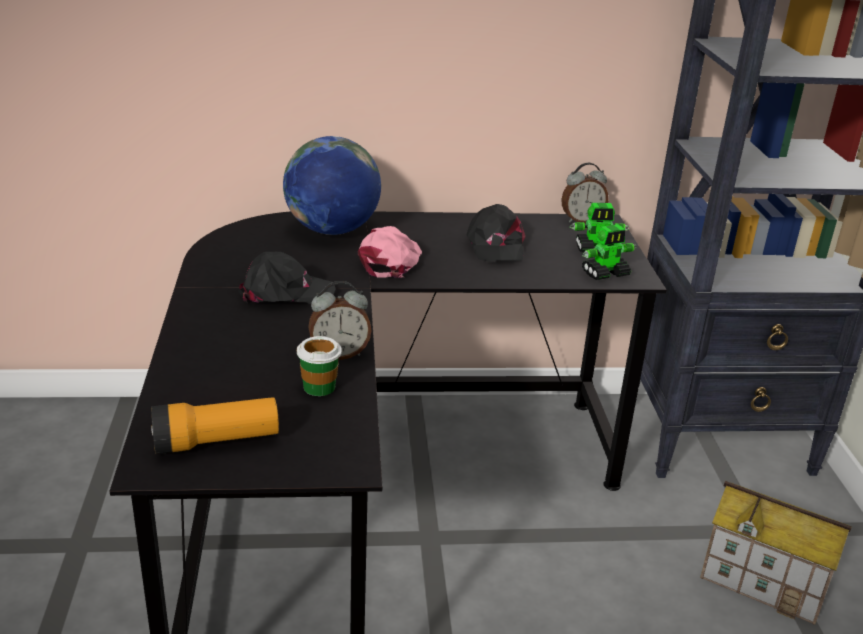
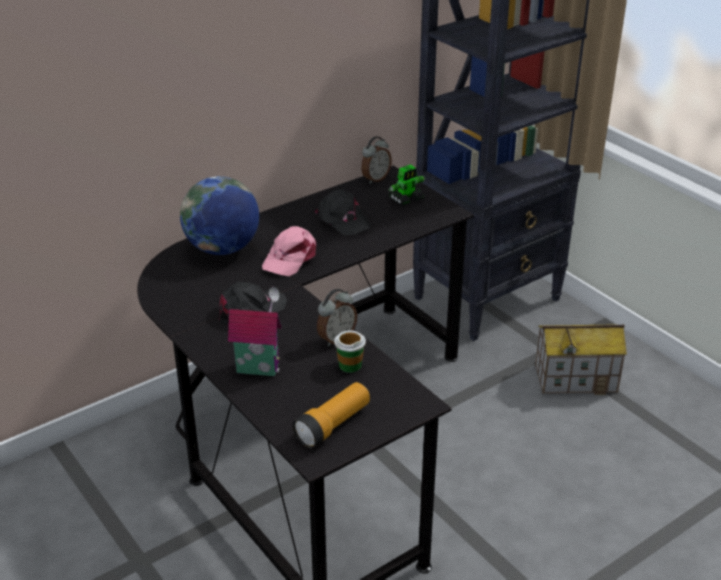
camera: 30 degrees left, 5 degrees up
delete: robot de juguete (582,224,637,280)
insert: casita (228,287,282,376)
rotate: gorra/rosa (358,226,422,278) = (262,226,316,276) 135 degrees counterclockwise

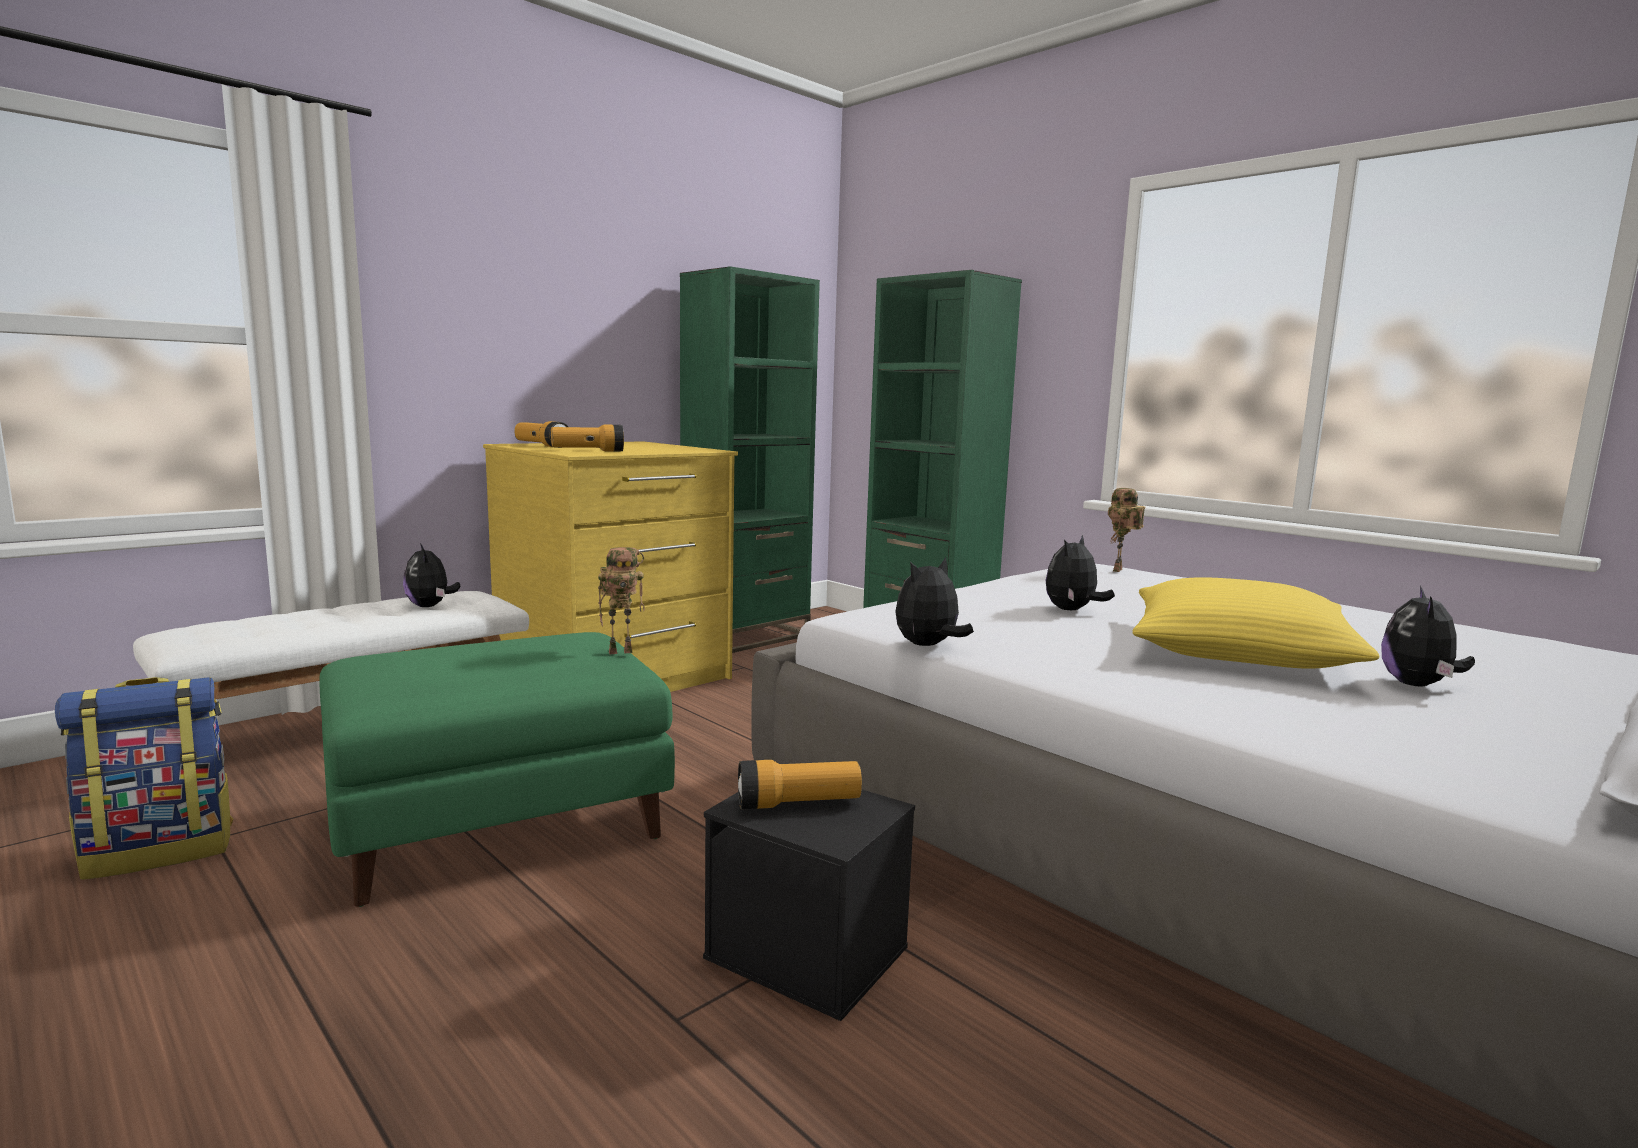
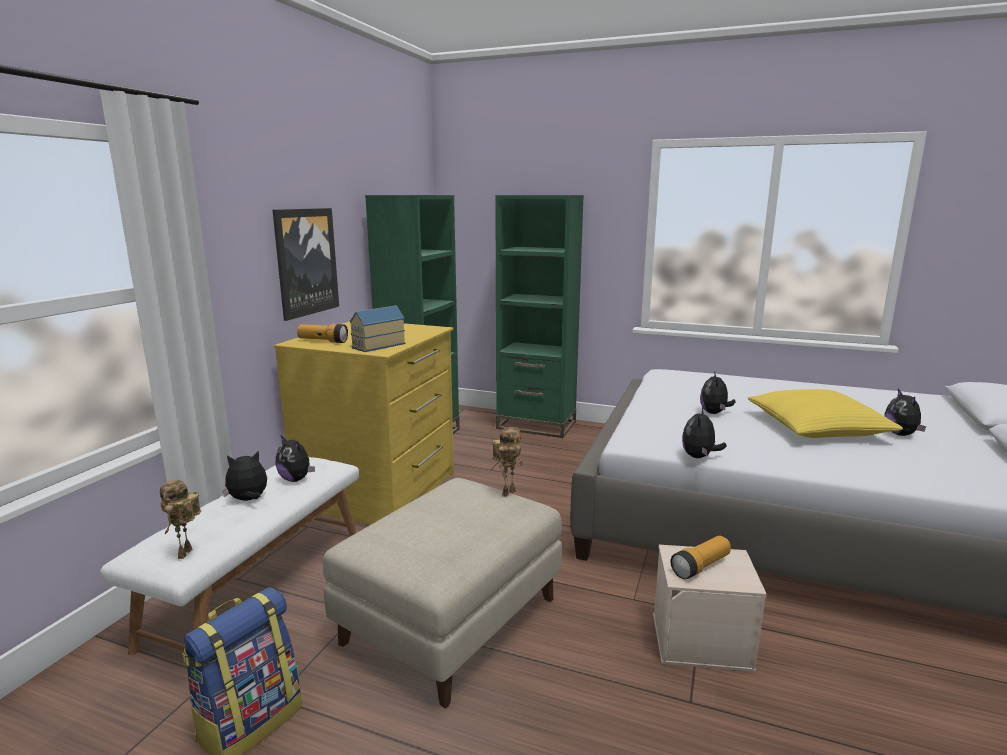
camera: 25 degrees left, 5 degrees up
insert: peluche (222,451,267,501); cuadro (273,208,339,321)
move: robot de juguete (1108,488,1145,572) to (160,480,201,559)
replace: linterna (551,425,624,451) to casita (350,305,406,352)
recolor: puf/verde (319,632,675,907) to puf/beis (323,478,562,708); caja de almacenaje/negro (703,789,915,1021) to caja de almacenaje/beis (653,545,767,672)

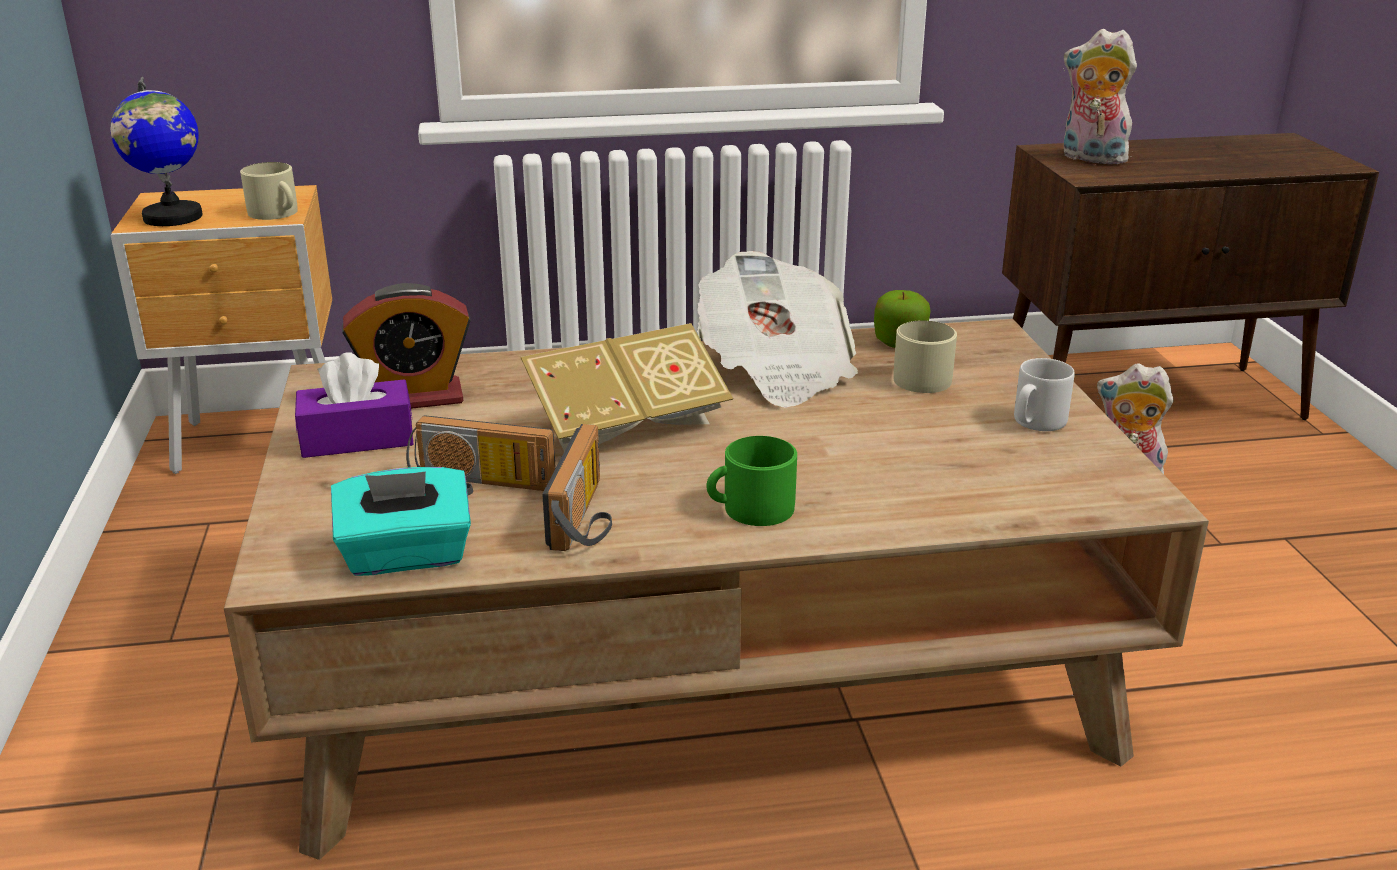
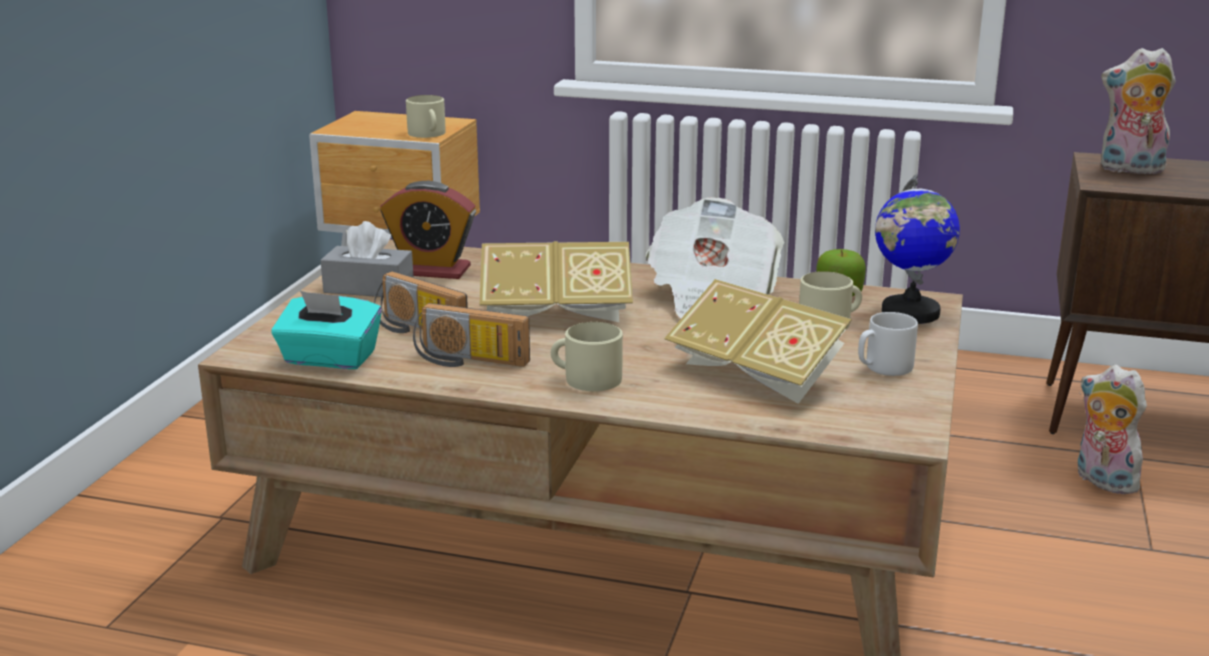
camera: 25 degrees right, 5 degrees down
insert: libro (664,279,852,404)
move: globo terráqueo (110,77,202,226) to (875,174,960,324)
recolor: caja de pañuelos/morado (295,352,413,458) to caja de pañuelos/gris (321,221,414,297); taza grande/verde (706,436,797,526) to taza grande/beis (551,322,623,391)
rotate: radio (542,424,612,551) = (413,303,530,367) 75 degrees clockwise; peluche (1063,29,1137,164) = (1101,48,1176,174) 45 degrees counterclockwise

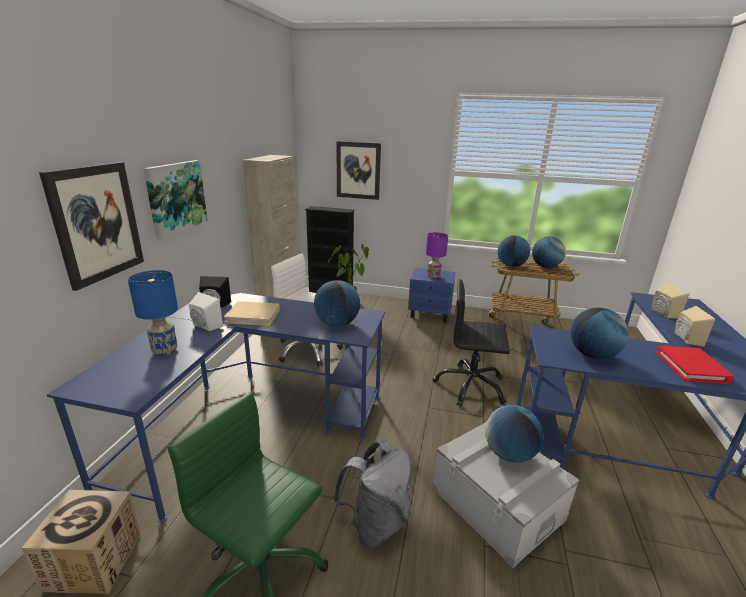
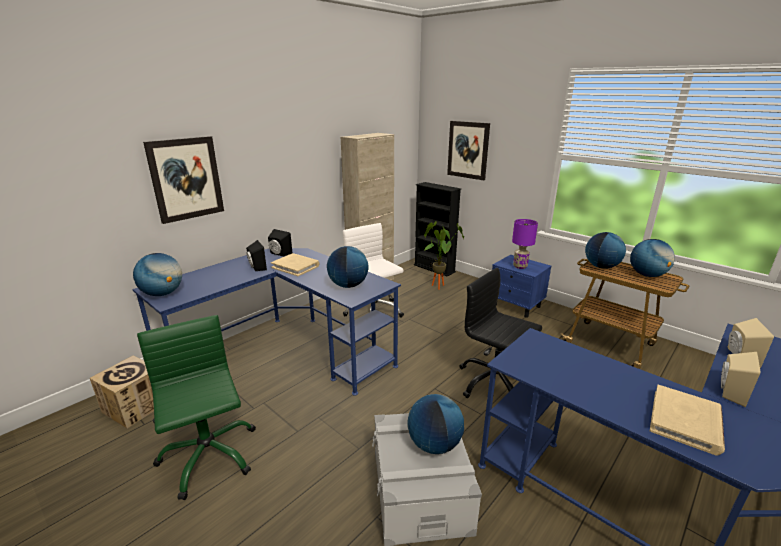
camera: 30 degrees right, 0 degrees up
delete: lámpara de mesa/azul (128,270,178,356); cuadro (143,160,208,240); mochila/gris (333,441,412,548)
move: globo terráqueo (570,308,628,359) to (133,253,182,296)
recolor: altavoz/blanco (189,292,223,331) to altavoz/negro (246,240,267,271); libro/rojo (655,345,734,384) to libro/beis (650,385,725,455)

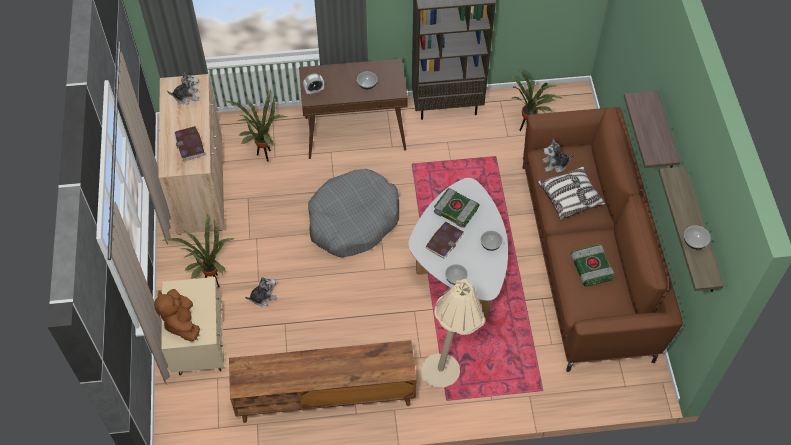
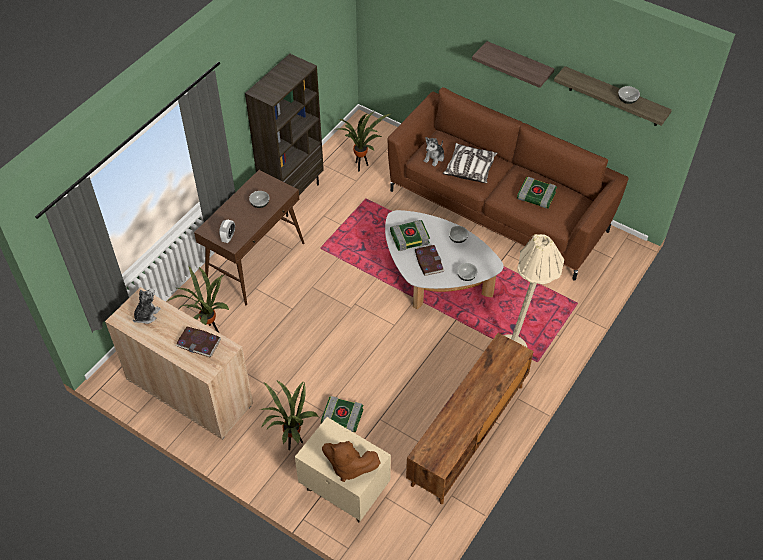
camera: 50 degrees left, 5 degrees down
delete: cama para perro/gris (308,169,399,257)
replace: peluche (245,277,277,306) to libro (321,396,364,432)

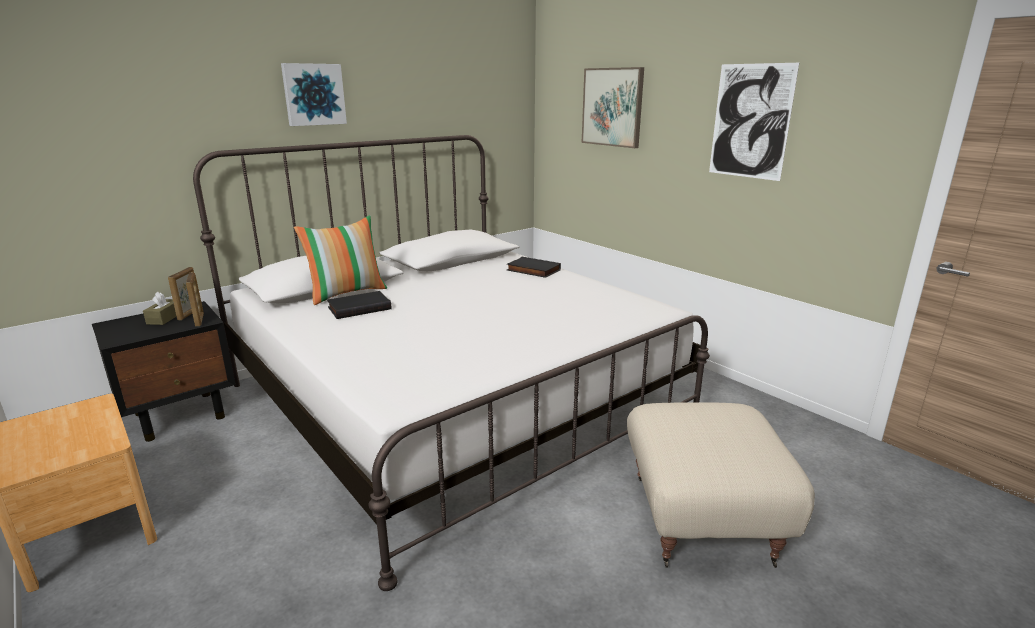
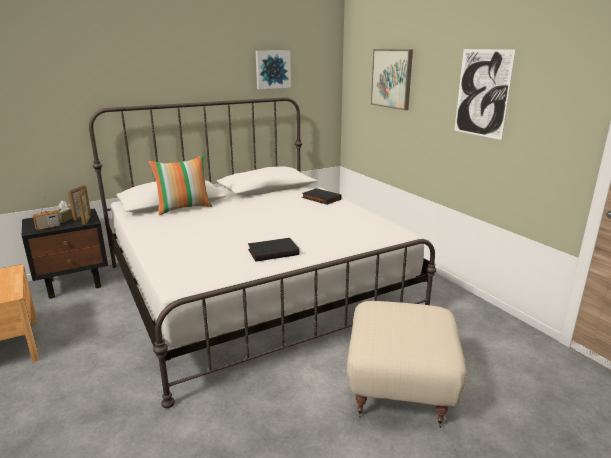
camera: 10 degrees right, 0 degrees up
insert: radio (33,198,61,230)
move: libro/negro (327,291,391,319) to (248,238,299,262); cuadro (281,63,347,126) to (256,50,291,89)

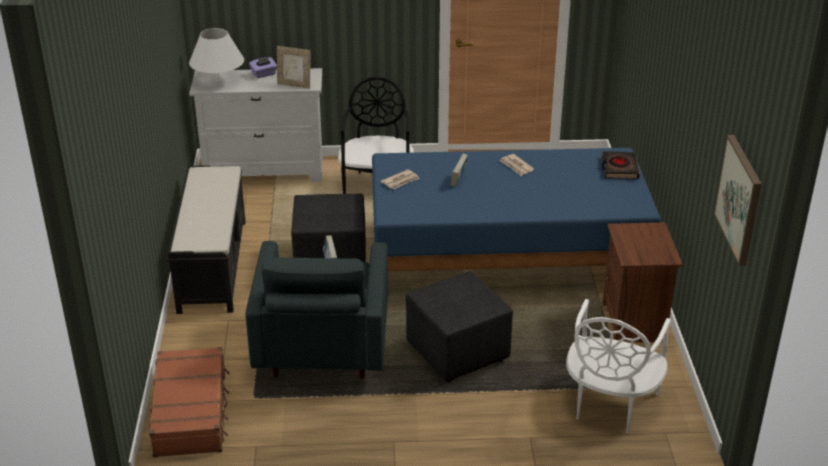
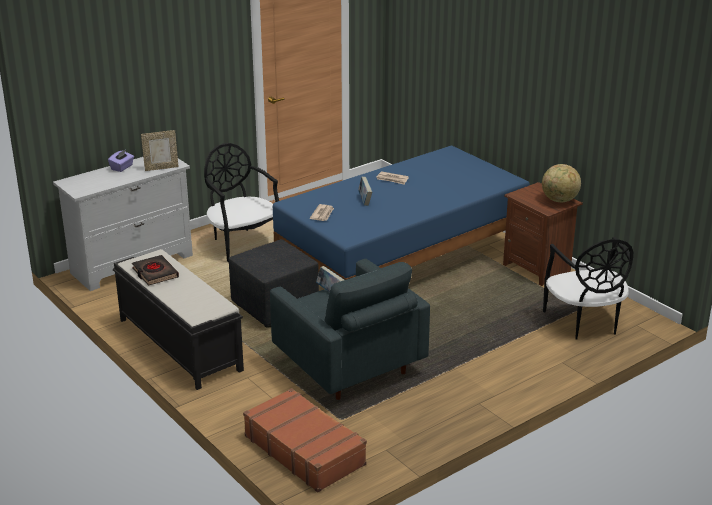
camera: 35 degrees left, 5 degrees down
delete: lámpara de mesa/blanco (189,28,244,82); puf/negro (406,271,513,382); cuadro (714,135,762,266)
insert: globo terráqueo (542,164,581,202)
move: libro/negro (602,151,640,179) to (132,255,179,286)
recolor: silla/blanco (566,299,671,433) to silla/negro (543,237,633,340)

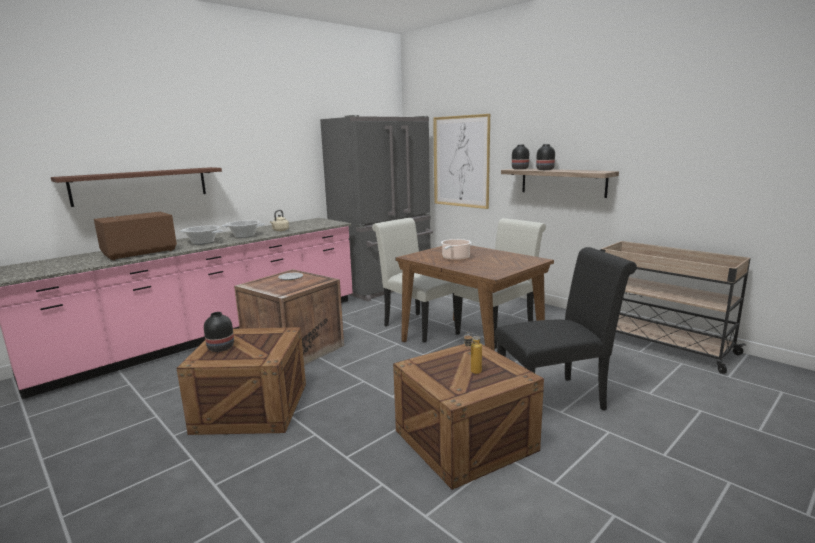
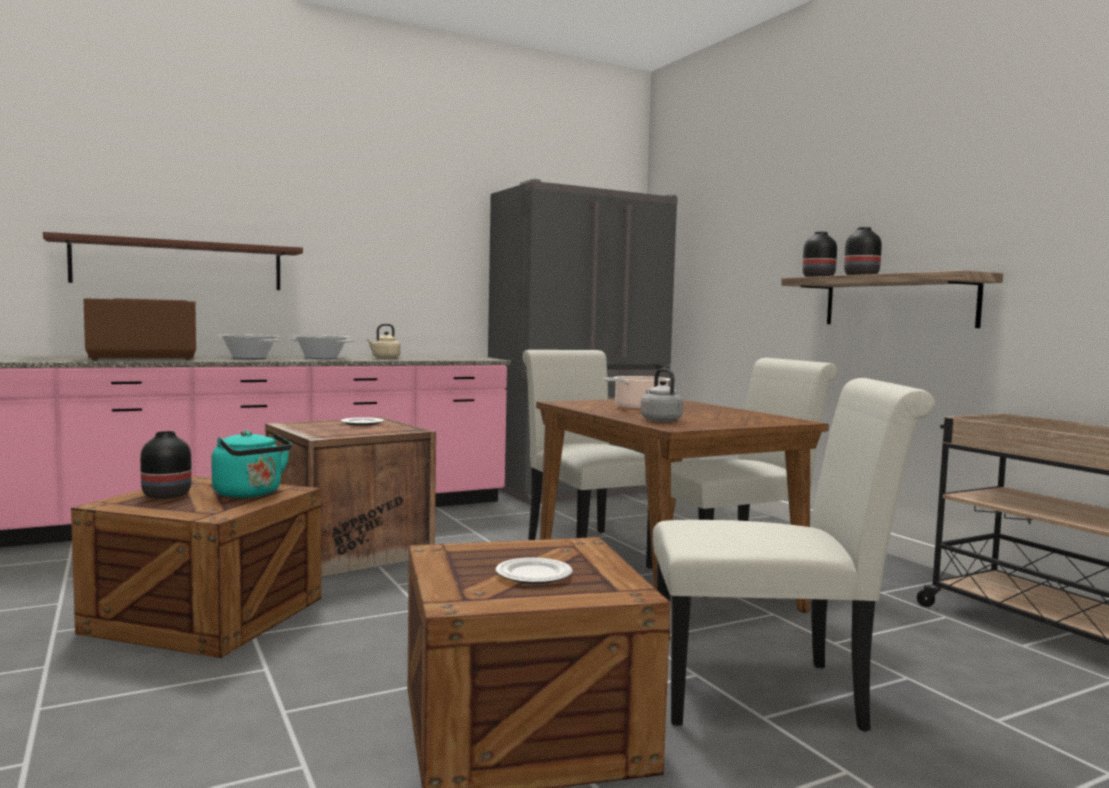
camera: 15 degrees right, 10 degrees down
delete: cuadro (433,114,490,209)
insert: hervidor/turquesa (211,430,292,498); hervidor/gris (640,368,683,422)
replace: botella (464,332,482,374) to plato (496,557,573,584)
recolor: silla/negro (495,247,637,411) to silla/blanco (653,378,935,732)

